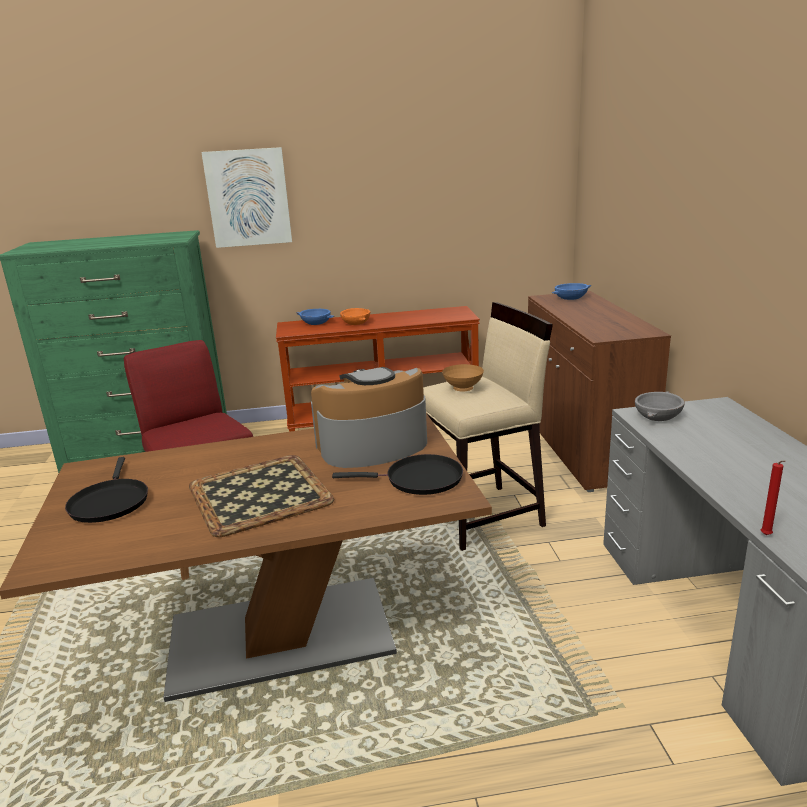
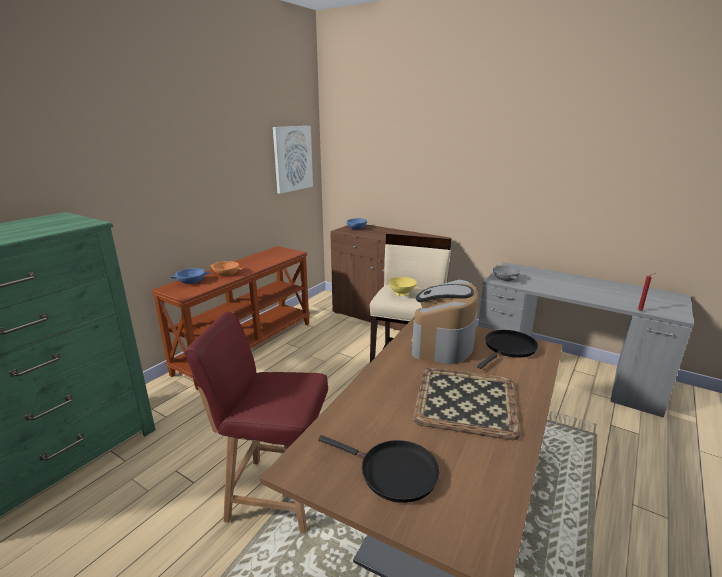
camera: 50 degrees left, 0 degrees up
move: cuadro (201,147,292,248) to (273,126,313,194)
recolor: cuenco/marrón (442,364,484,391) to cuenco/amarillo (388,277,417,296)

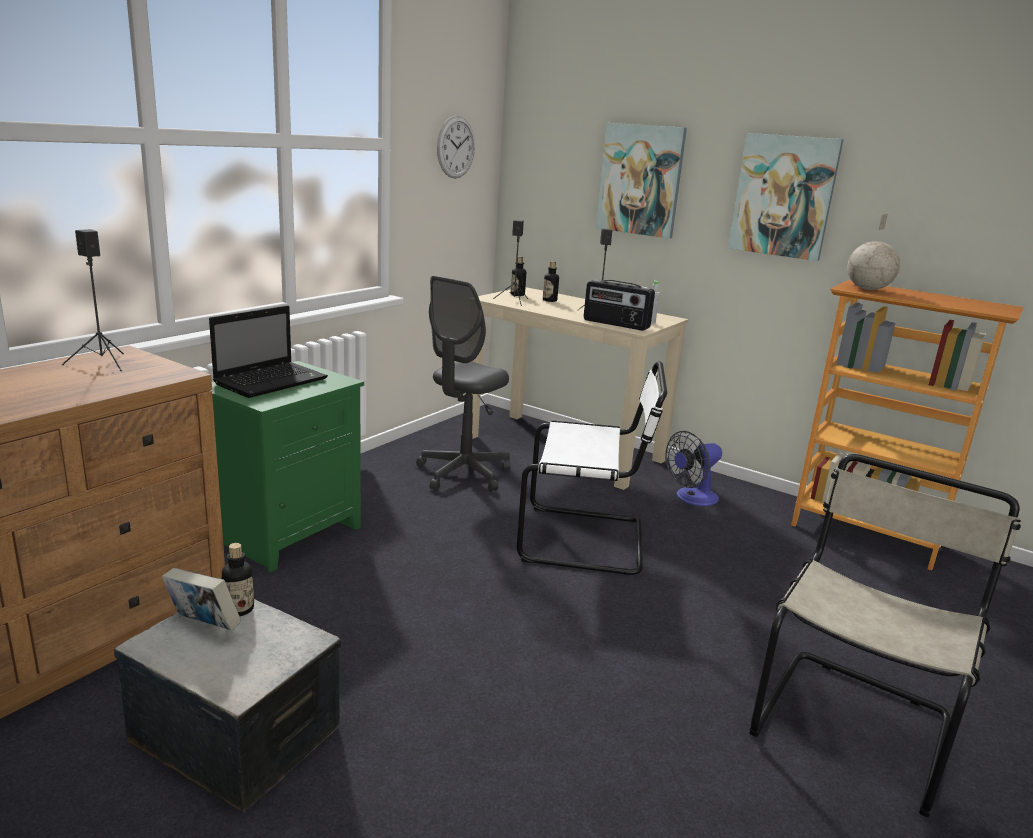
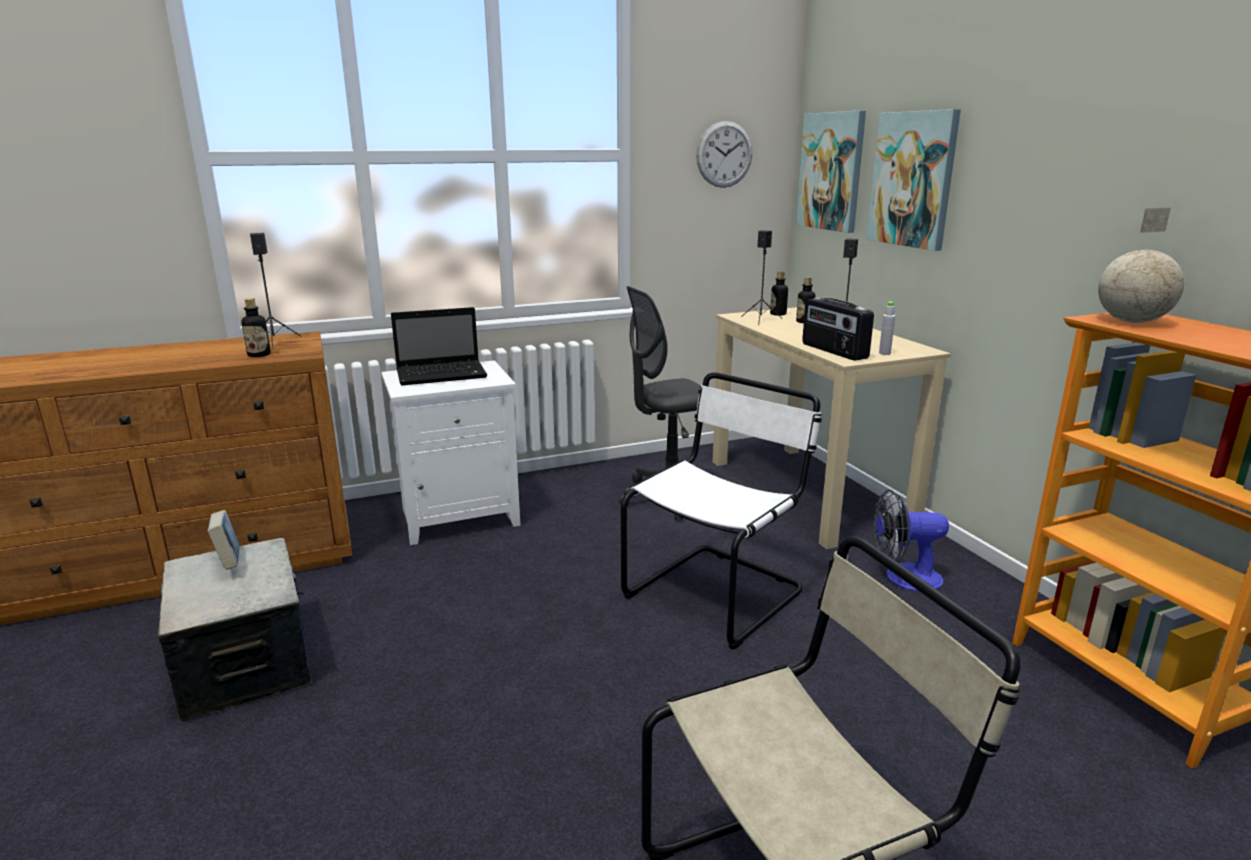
camera: 35 degrees right, 0 degrees up
move: botella (221,543,254,616) to (241,298,271,357); cuadro (728,133,844,261) to (796,111,866,233)
recolor: mesita de noche/verde (211,361,364,572) to mesita de noche/blanco (381,360,520,545)
rotate: silla/blanco (517,361,667,575) = (621,372,822,649) 90 degrees counterclockwise

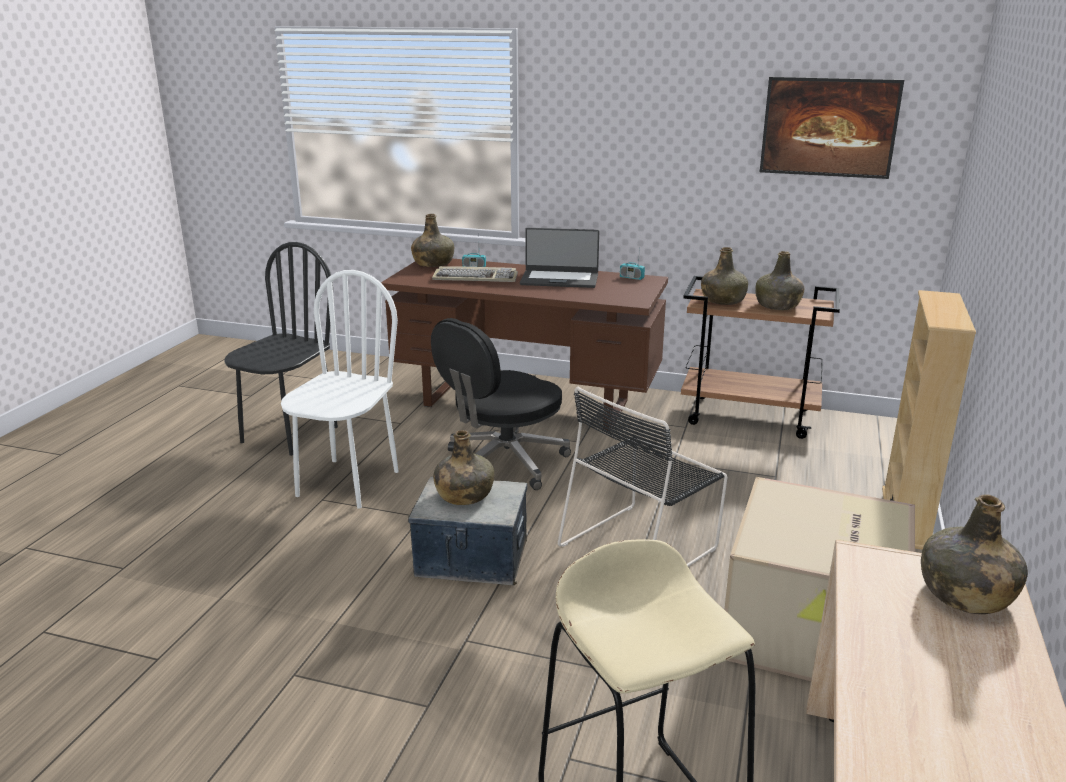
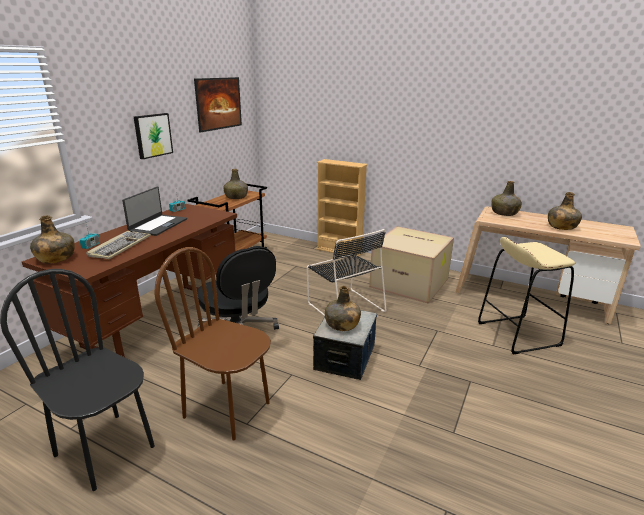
camera: 80 degrees left, 0 degrees up
insert: cuadro (134,113,173,159)
move: botella/verde (701,247,748,305) to (548,192,582,230)
recolor: silla/blanco (281,270,399,509) to silla/marrón (154,247,271,441)

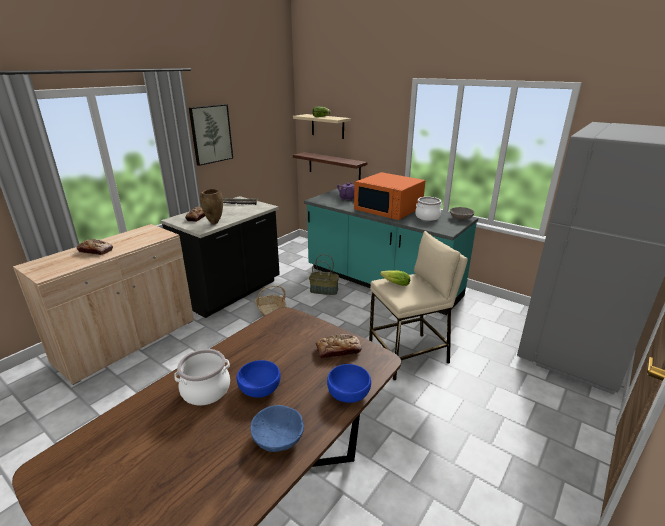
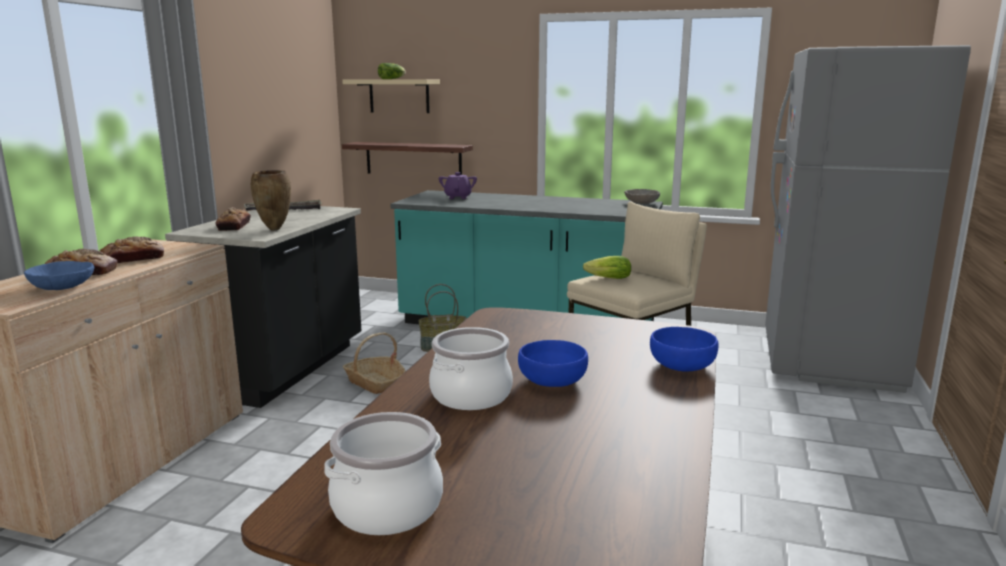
camera: 20 degrees left, 10 degrees down
delete: cuadro (189,104,233,166); microondas/naranja (354,172,425,220)
move: cuenco/azul (250,405,304,452) to (24,261,95,290); pan (316,334,362,359) to (100,236,164,263); olla (415,197,442,221) to (324,412,443,535)

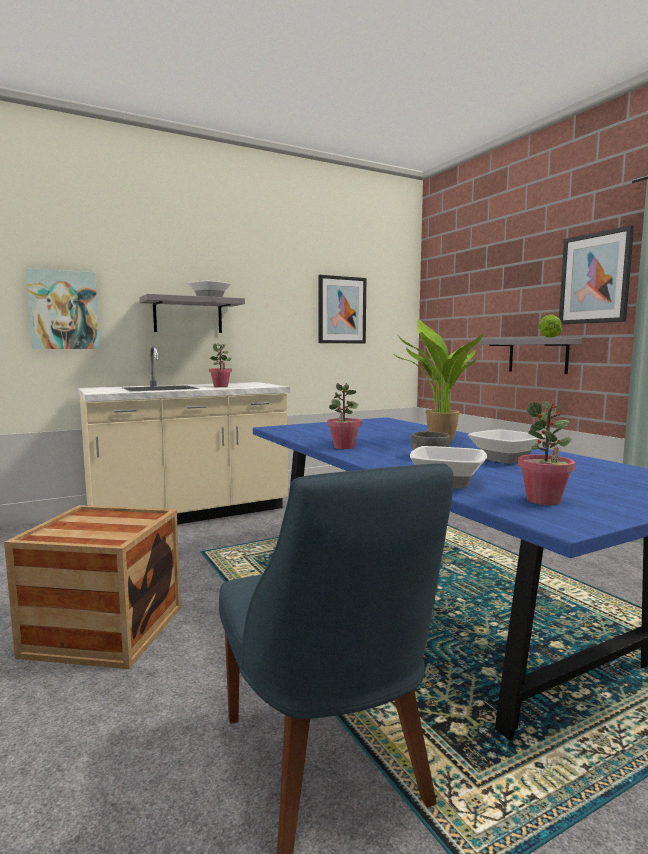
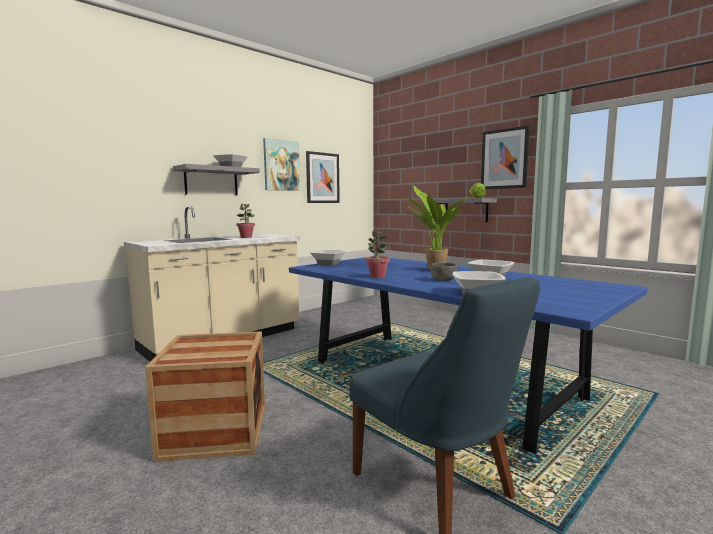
camera: 15 degrees left, 0 degrees up
delete: planta en maceta (518,401,575,505)
insert: cuenco (310,250,346,265)
move: cuadro (25,268,100,349) to (263,138,300,191)

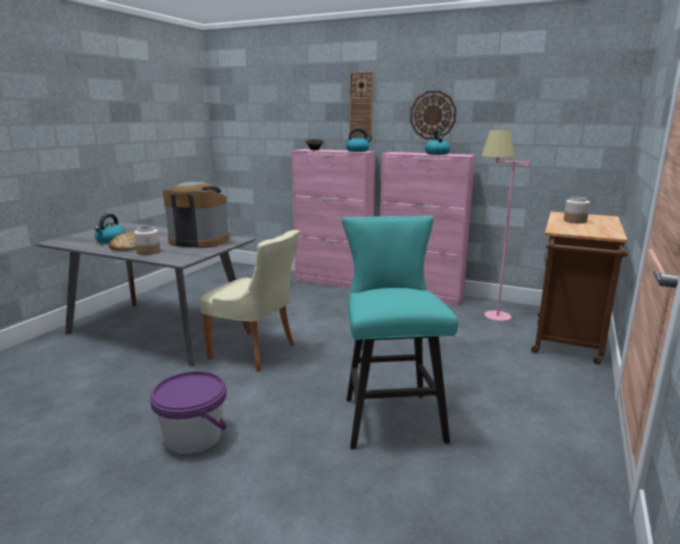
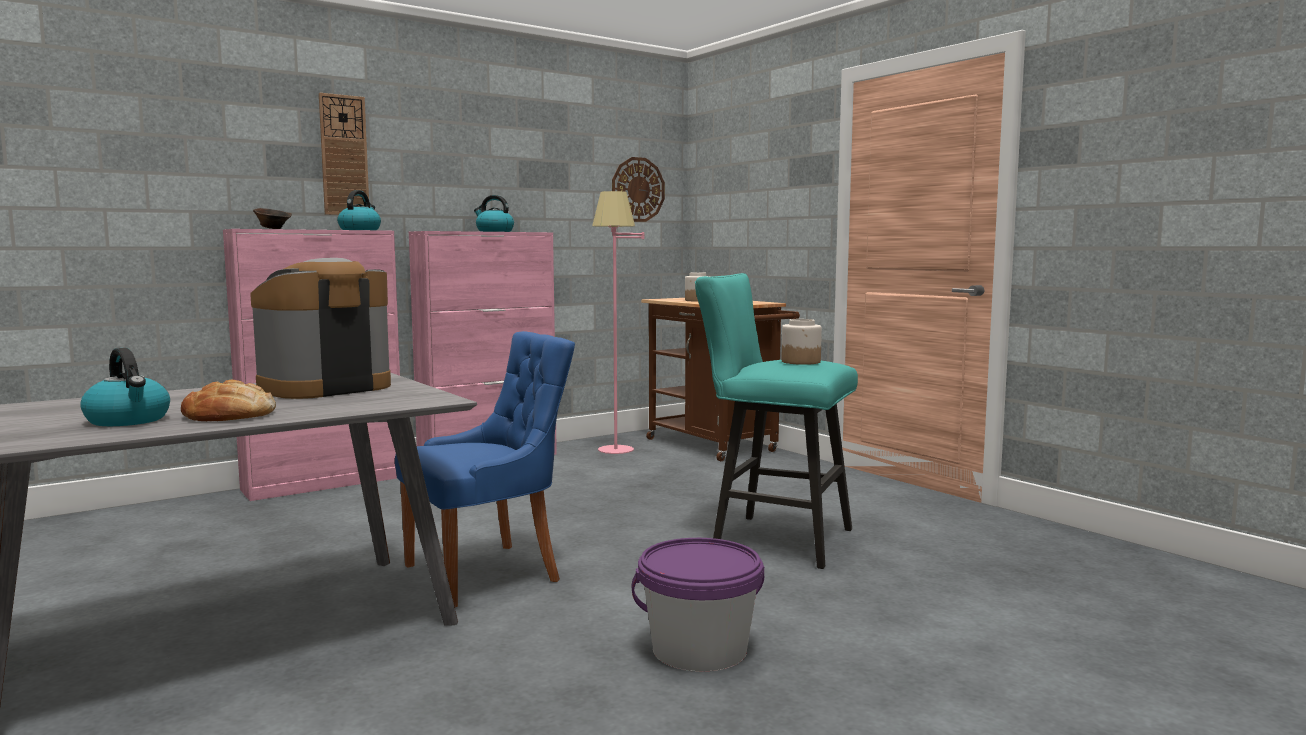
camera: 60 degrees left, 10 degrees down
move: reloj de pared (410,91,457,140) to (612,157,665,222); tarro (134,226,160,255) to (782,319,822,365)
recolor: silla/beis (199,230,300,372) to silla/azul (395,331,575,607)

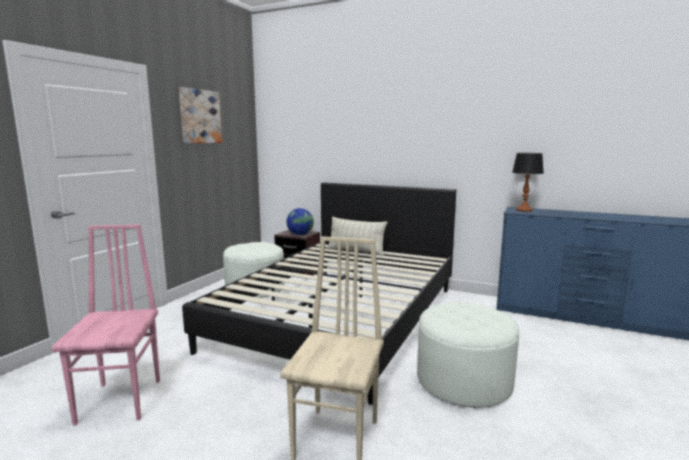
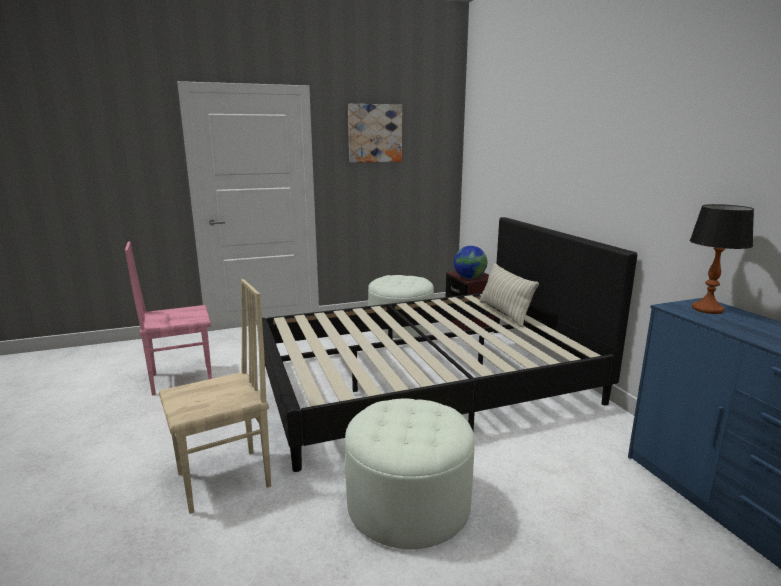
camera: 45 degrees right, 5 degrees up
rotate: silla/rosa (52,224,160,426) = (125,241,212,396) 150 degrees counterclockwise

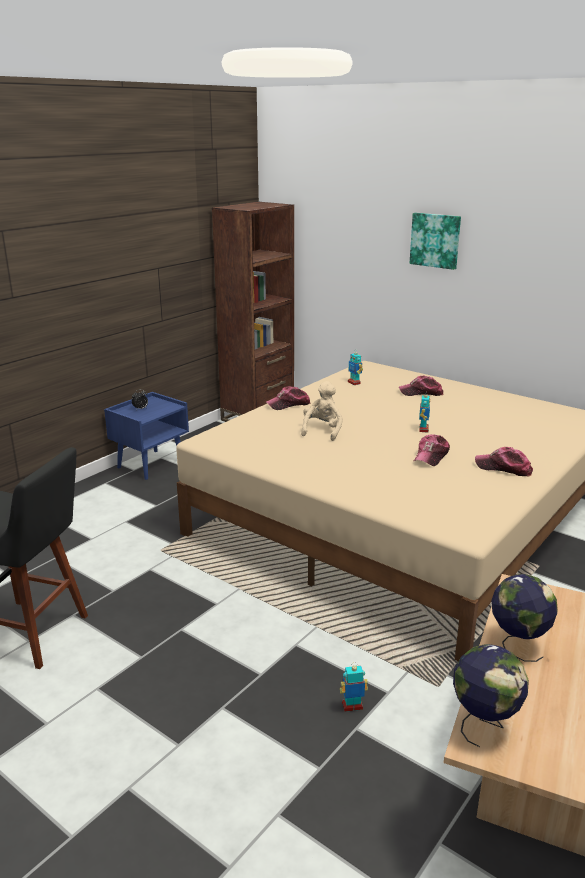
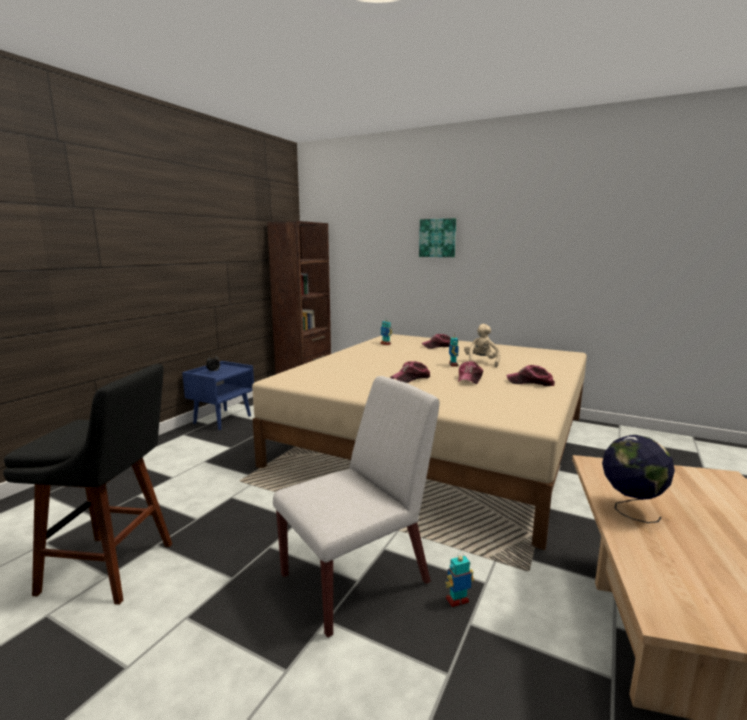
camera: 10 degrees left, 10 degrees down
delete: globo terráqueo (453,644,529,747)
insert: silla/blanco (273,376,439,638)
move: gorra (266,386,311,410) to (390,361,431,383); peluche/beis (301,381,343,441) to (464,324,501,368)

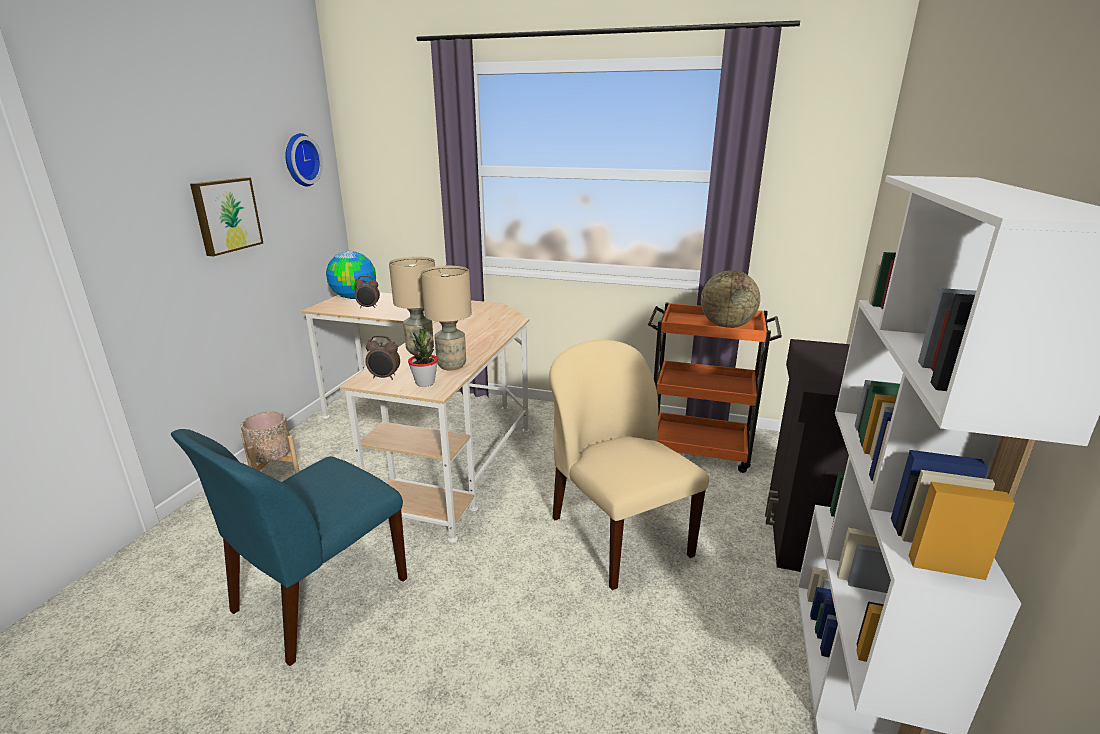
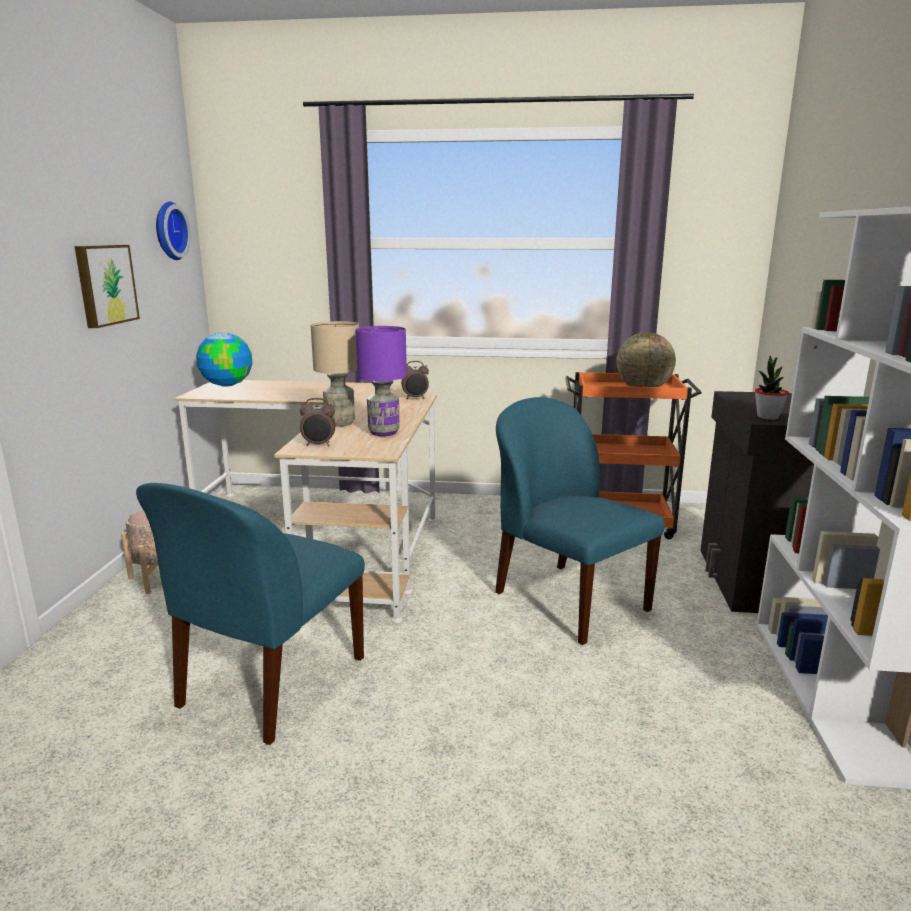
camera: 10 degrees left, 5 degrees down
move: despertador (354,276,380,308) to (401,361,429,399); planta en maceta (408,325,438,387) to (755,355,789,420)
recolor: lámpara de mesa/beis (421,266,472,370) to lámpara de mesa/morado (355,326,407,436); silla/beis (549,340,709,590) to silla/azul (495,397,665,645)

